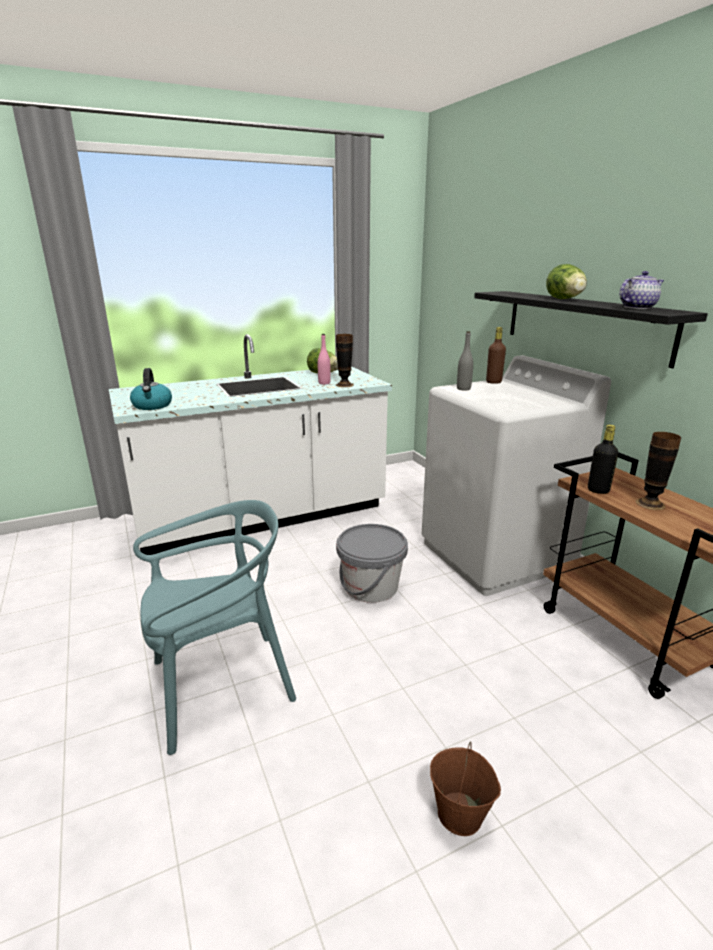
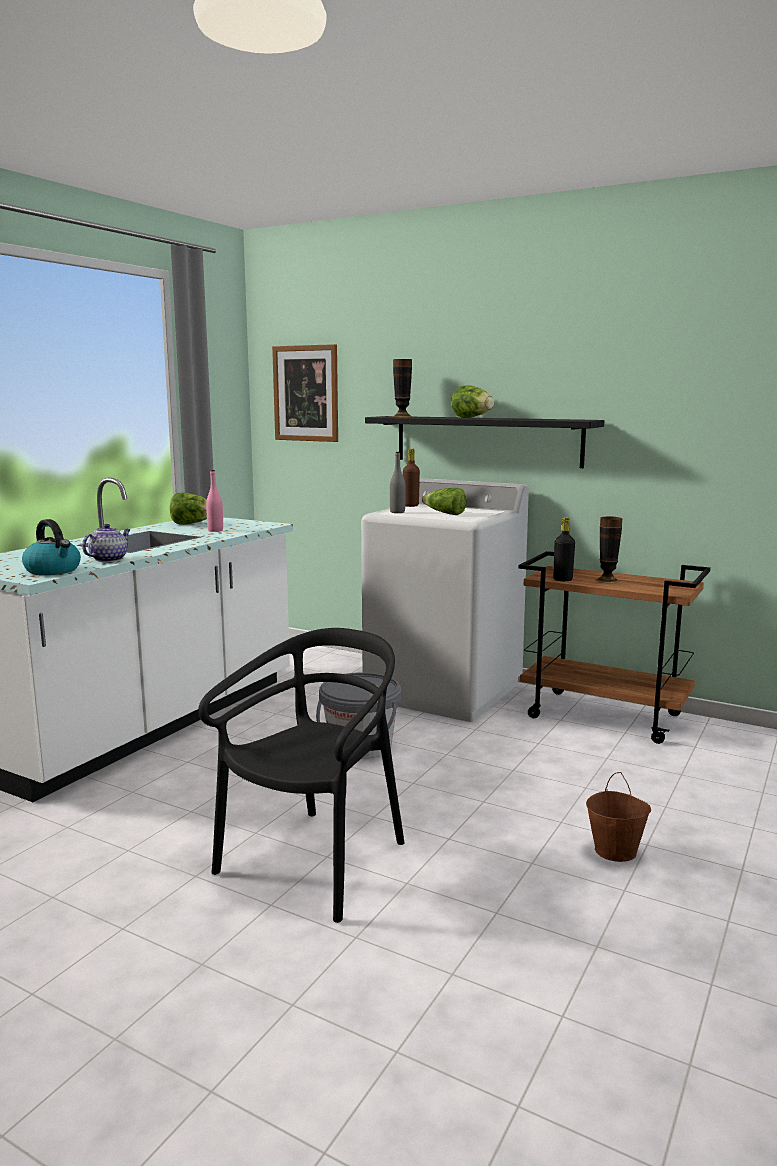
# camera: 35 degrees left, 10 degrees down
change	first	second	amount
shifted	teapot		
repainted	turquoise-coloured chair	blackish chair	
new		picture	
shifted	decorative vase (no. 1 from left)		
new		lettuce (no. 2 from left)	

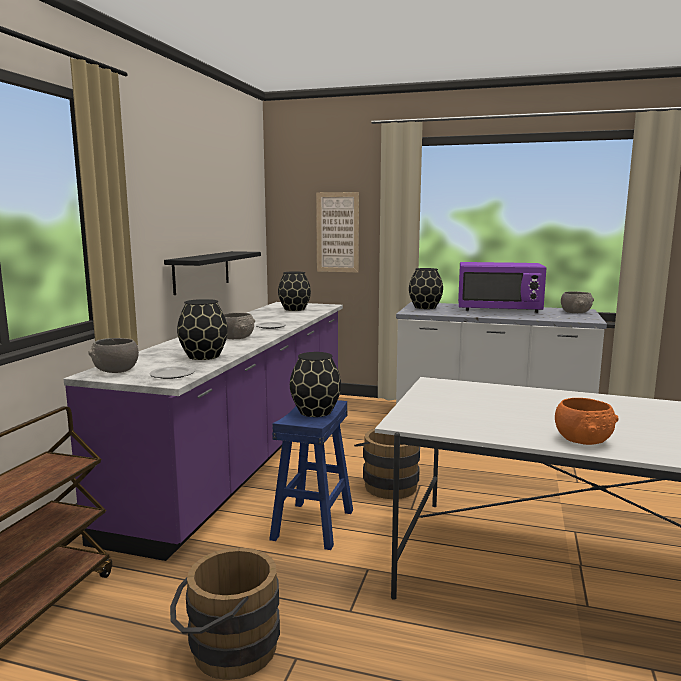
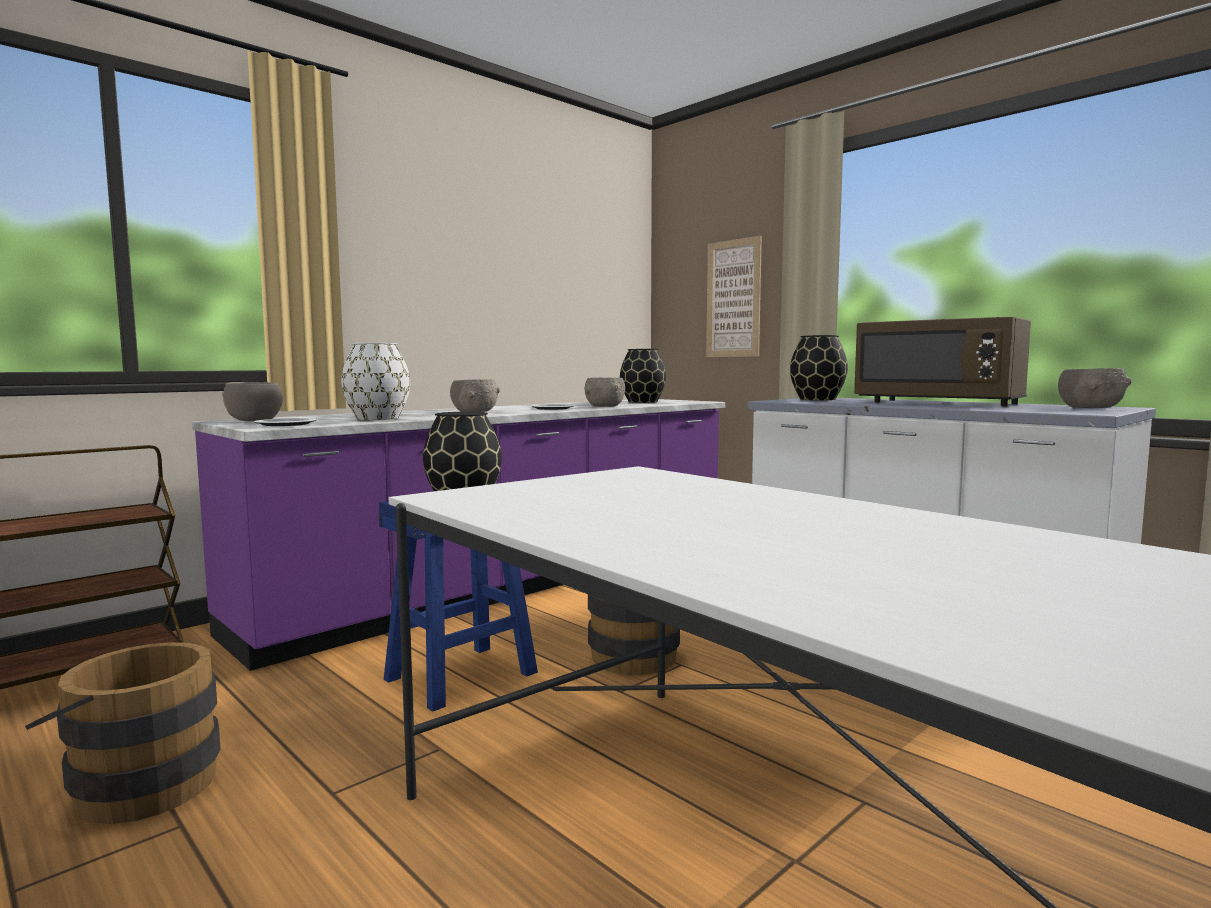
# camera: 30 degrees right, 5 degrees down
change	first	second	amount
repainted	blackish decorative vase (no. 1 from left)	white-coloured decorative vase	
new		greyish bowl (no. 3 from left)	
repainted	purple microwave	brown microwave	
gone	blackish shelf		
gone	orange-coloured bowl		

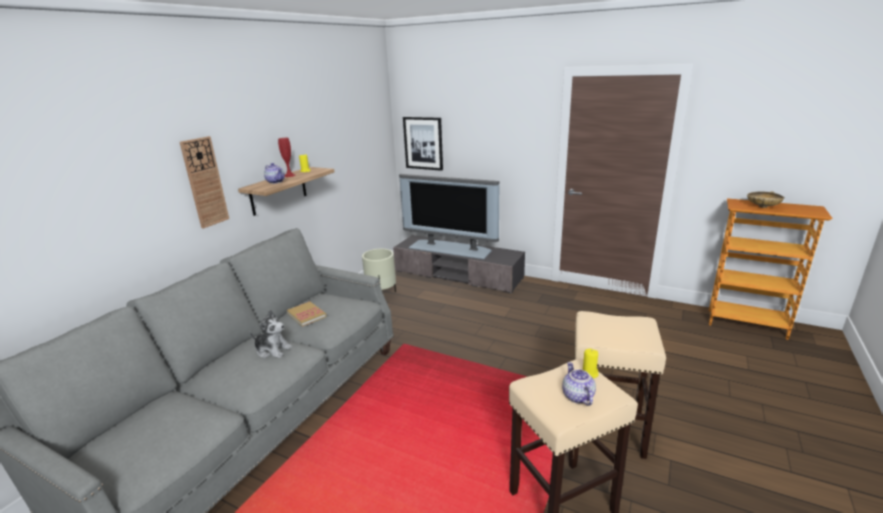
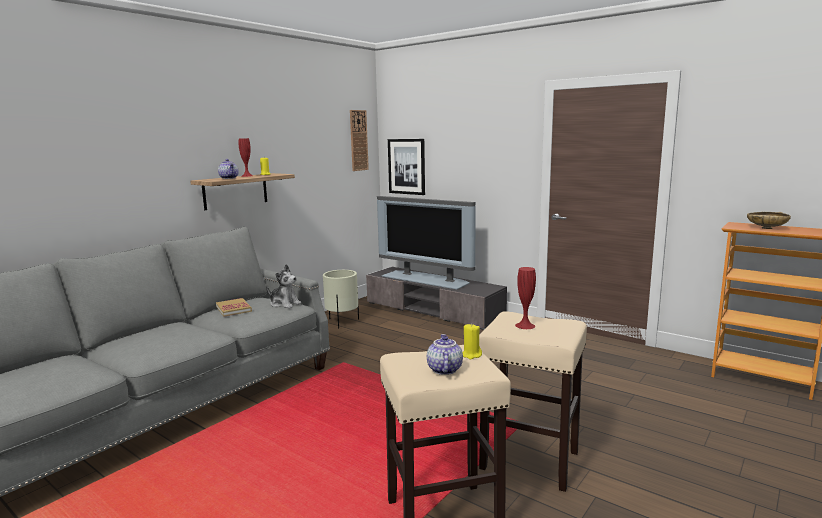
# camera: 10 degrees right, 10 degrees down
change	first	second	amount
shifted	cuddly toy		
shifted	clock on the wall		
new		red decorative vase (no. 2 from left)	

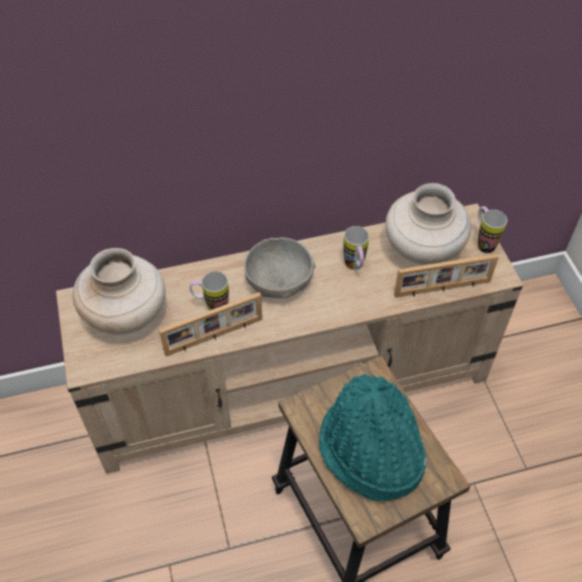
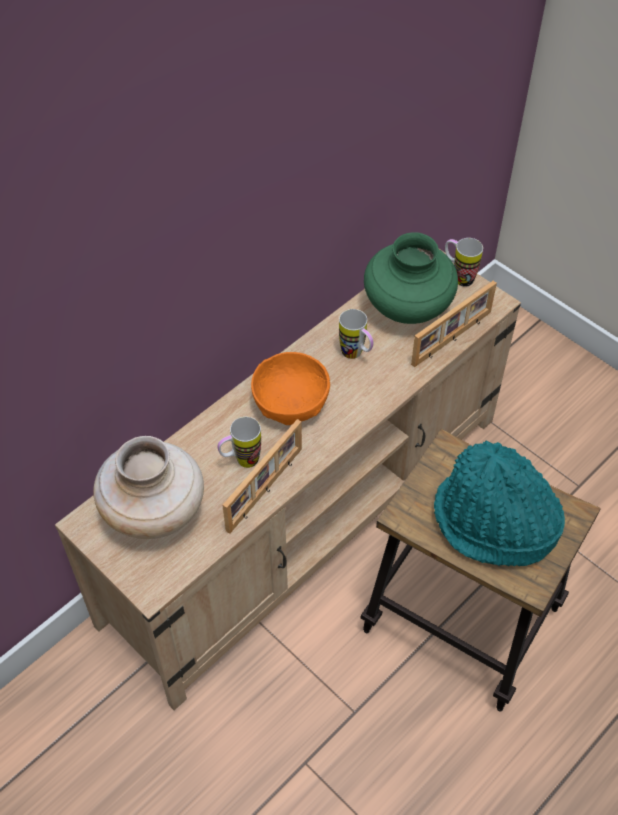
# camera: 30 degrees left, 0 degrees up
change	first	second	amount
repainted	greyish bowl	orange-coloured bowl	
repainted	beige-coloured decorative vase (no. 2 from left)	green-coloured decorative vase	

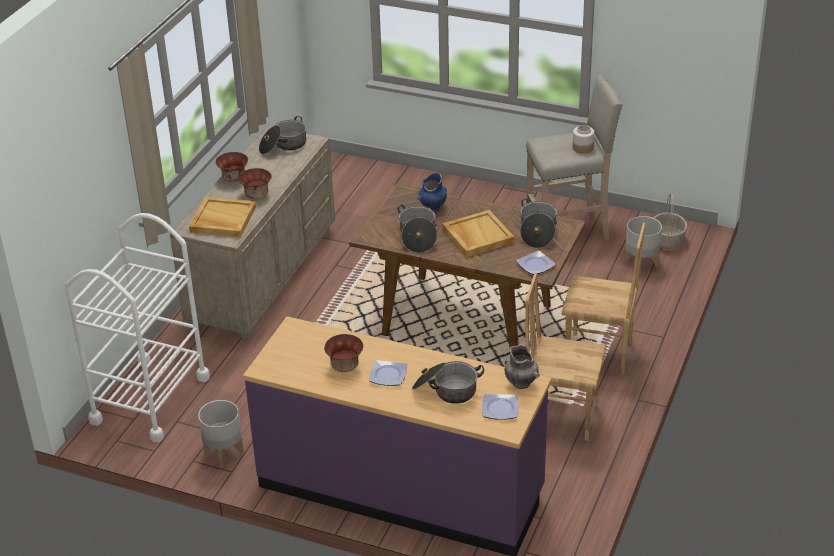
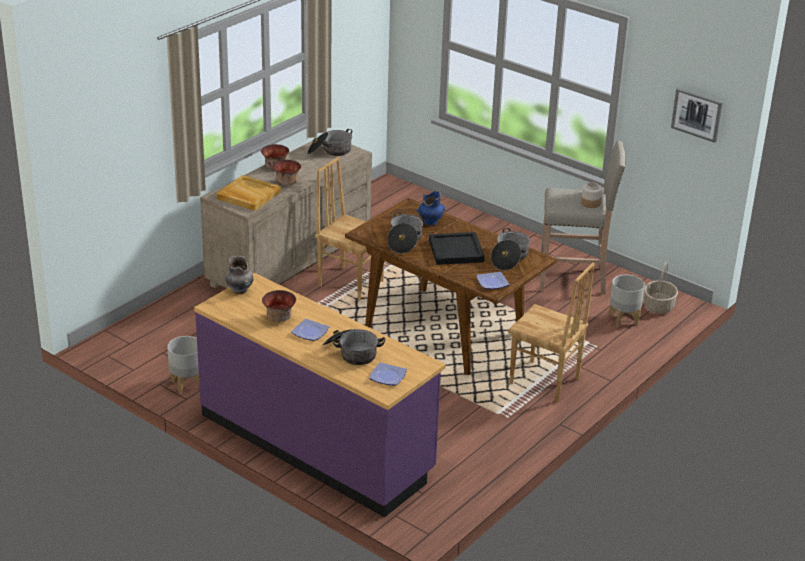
# camera: 15 degrees right, 5 degrees down
change	first	second	amount
shifted	greyish decorative vase		
shifted	brown chair (no. 1 from left)		
repainted	beige-coloured carrying tray (no. 2 from left)	blackish carrying tray	
new		picture	
gone	white-coloured trolley		

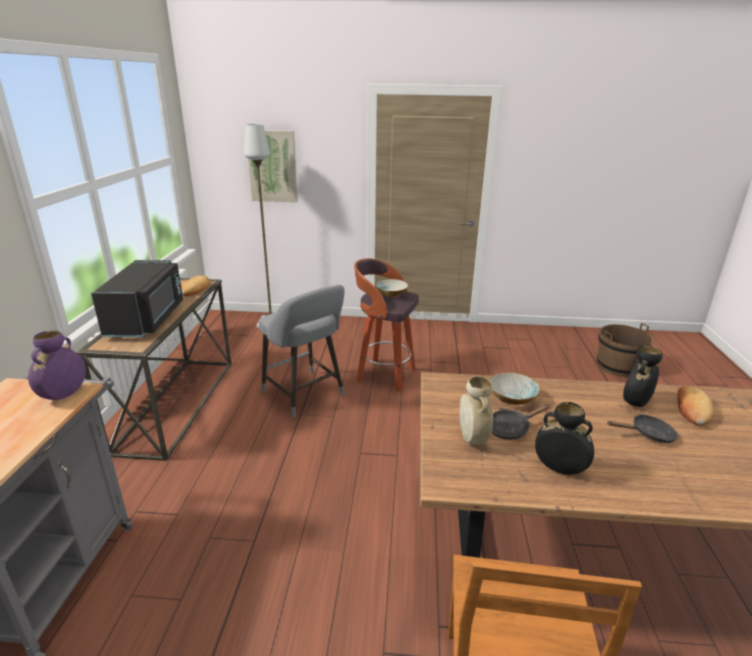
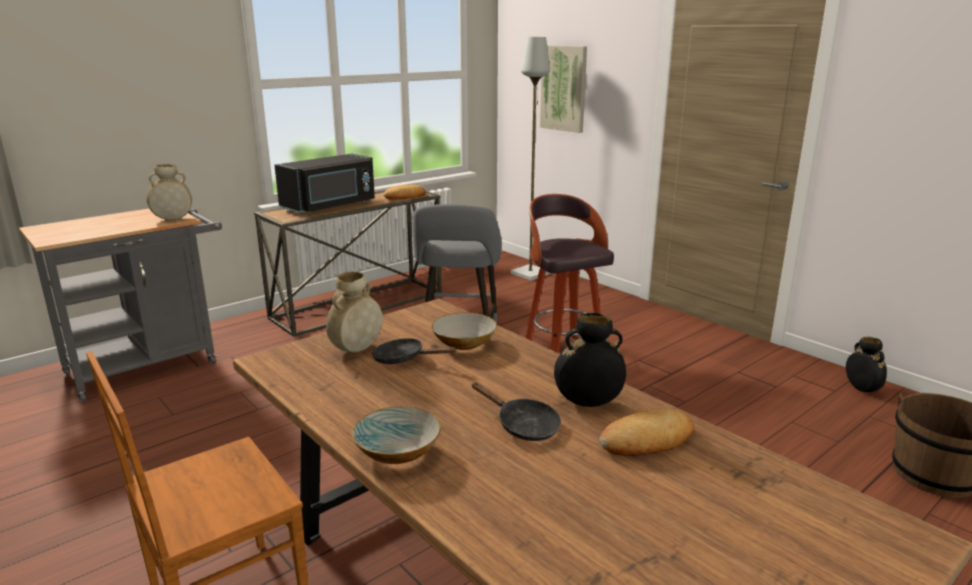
# camera: 45 degrees right, 5 degrees down
change	first	second	amount
repainted	purple decorative vase	beige-coloured decorative vase (no. 1 from left)	
shifted	bowl (no. 1 from left)		
shifted	blackish decorative vase (no. 1 from left in the first image)	blackish decorative vase (no. 2 from left)	

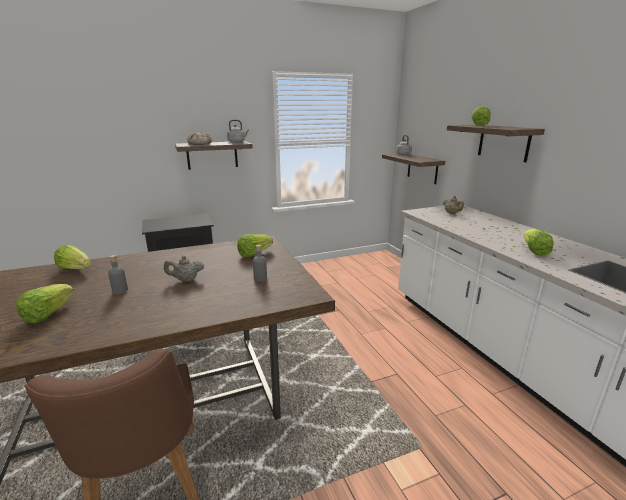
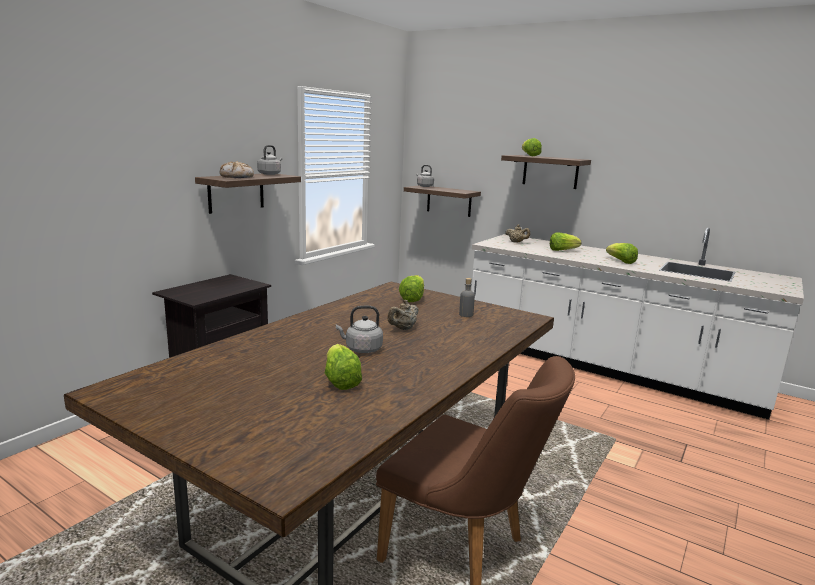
# camera: 35 degrees left, 5 degrees down
change	first	second	amount
swapped	greyish beverage bottle (no. 1 from left)	greyish tea kettle (no. 2 from left)	
shifted	lettuce (no. 2 from left in the first image)	lettuce (no. 4 from left)	

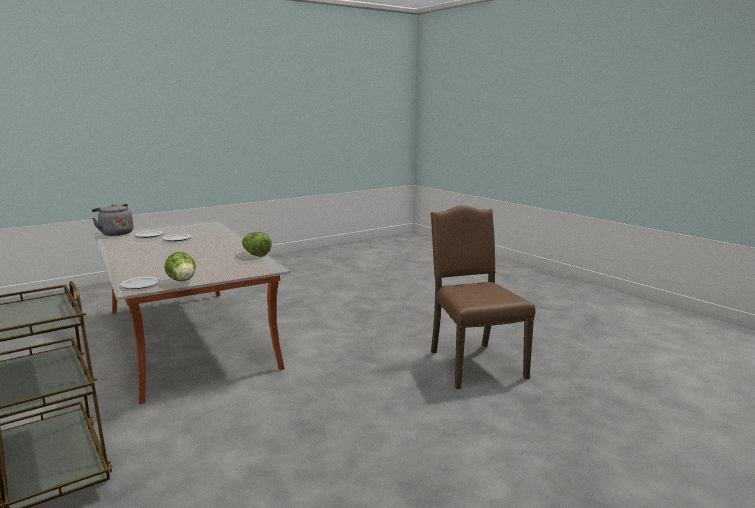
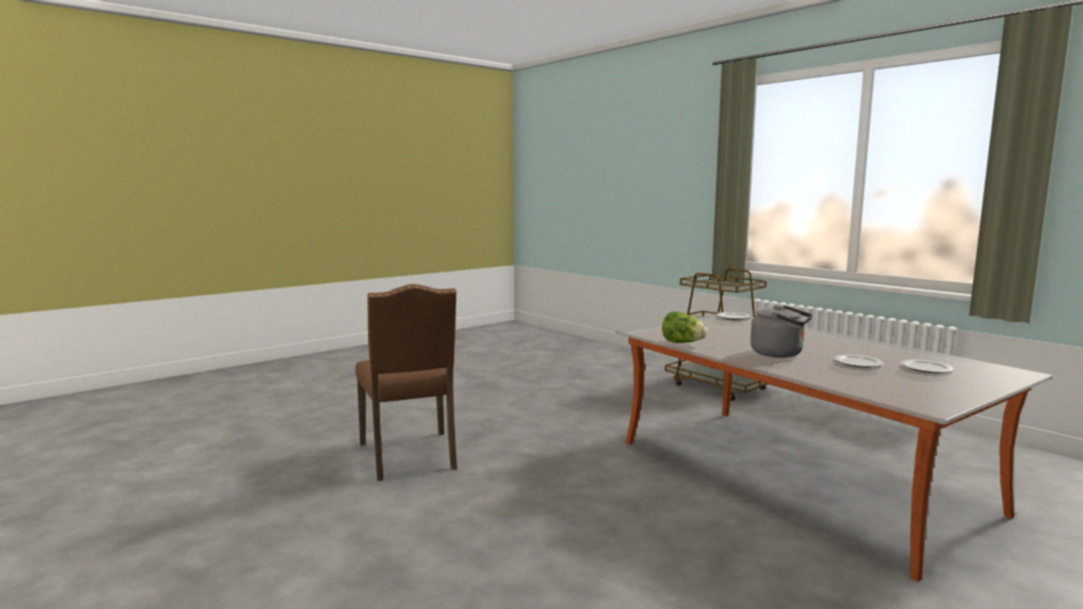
# camera: 175 degrees right, 5 degrees down
change	first	second	amount
shifted	greyish tea kettle		
gone	lettuce (no. 1 from left)		

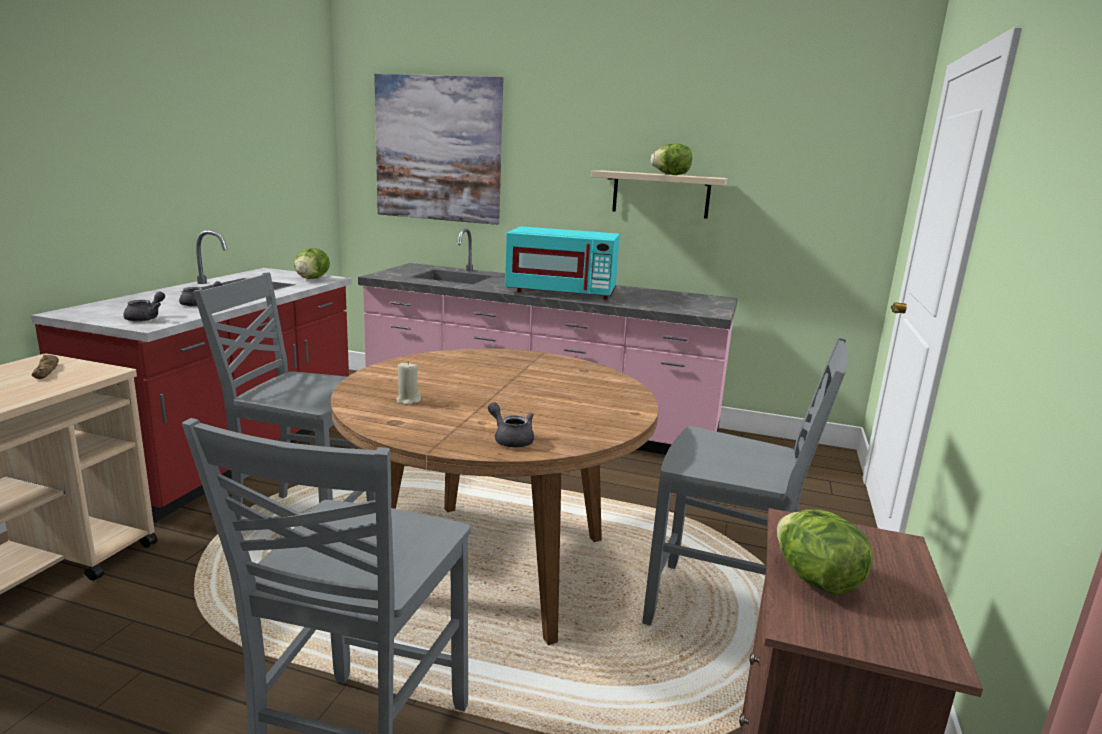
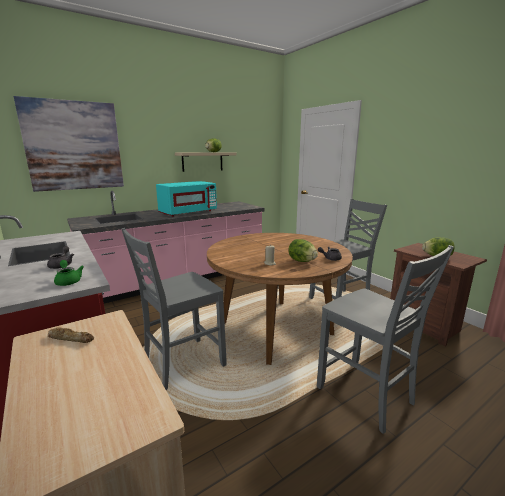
# camera: 50 degrees left, 0 degrees up
change	first	second	amount
repainted	greyish teapot (no. 1 from left)	green-coloured teapot	
shifted	lettuce (no. 1 from left in the first image)	lettuce (no. 2 from left)	

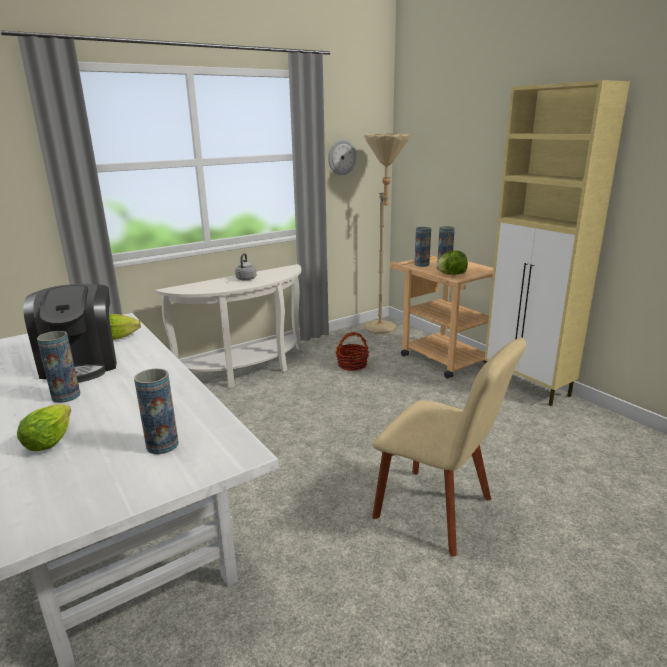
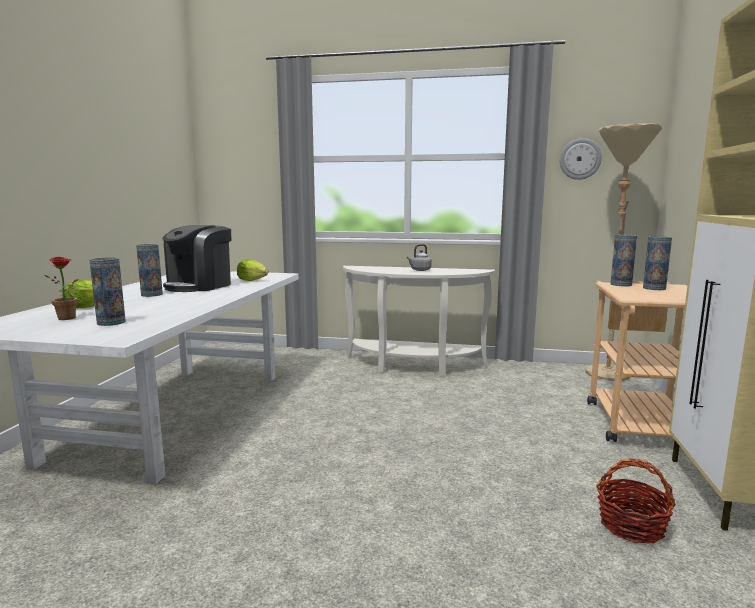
# camera: 45 degrees right, 10 degrees down
change	first	second	amount
new		houseplant	
shifted	basket		
gone	beige-coloured chair		
gone	lettuce (no. 3 from left)		

